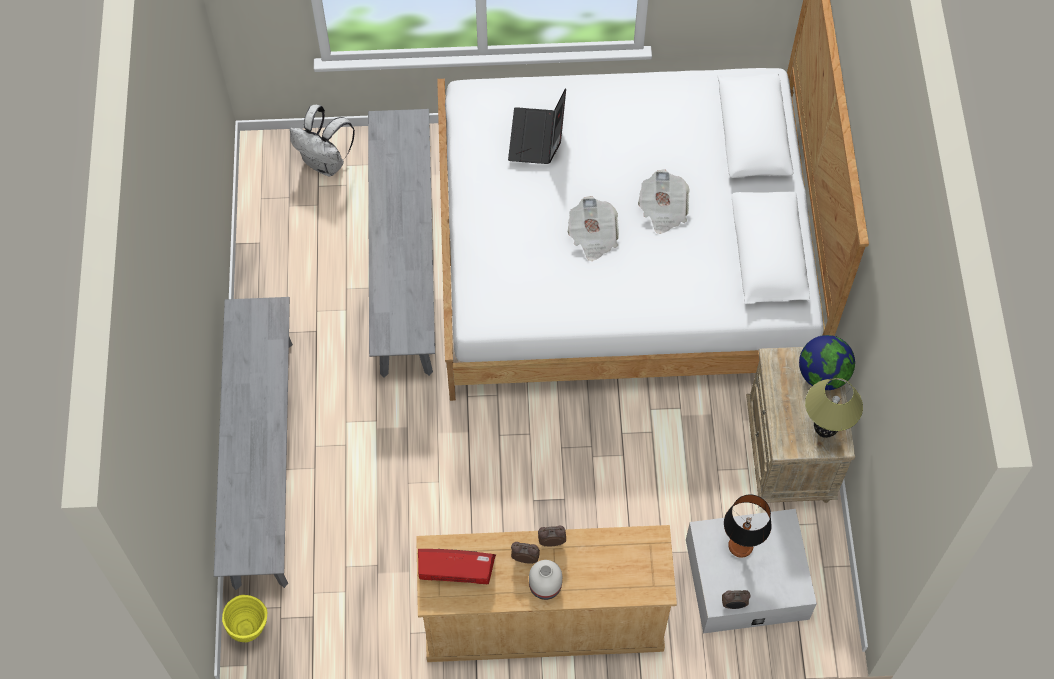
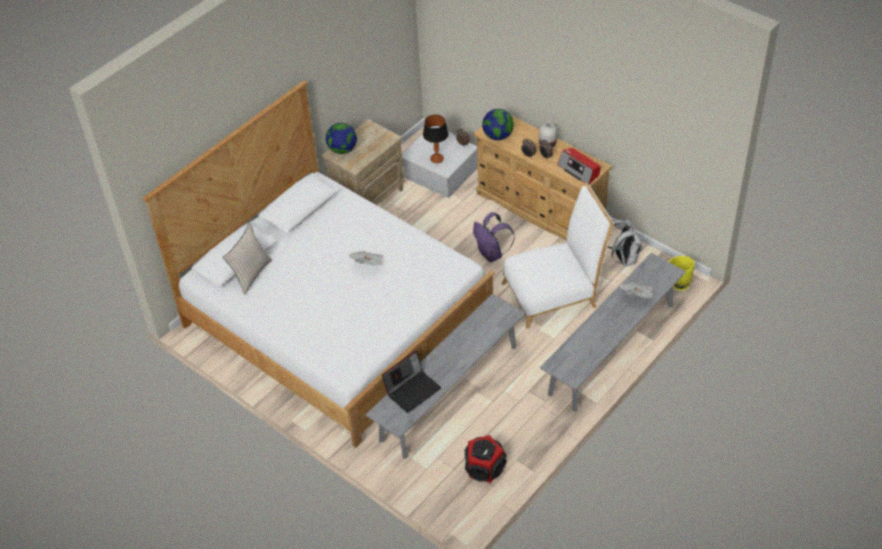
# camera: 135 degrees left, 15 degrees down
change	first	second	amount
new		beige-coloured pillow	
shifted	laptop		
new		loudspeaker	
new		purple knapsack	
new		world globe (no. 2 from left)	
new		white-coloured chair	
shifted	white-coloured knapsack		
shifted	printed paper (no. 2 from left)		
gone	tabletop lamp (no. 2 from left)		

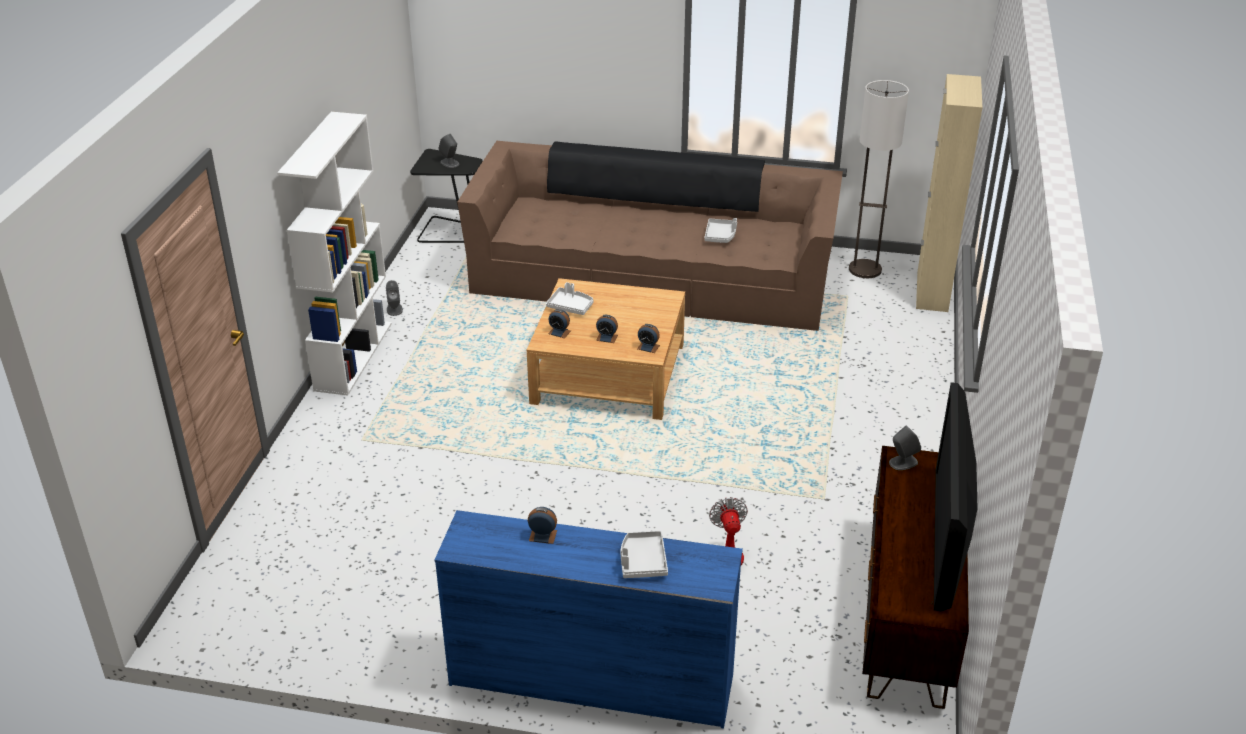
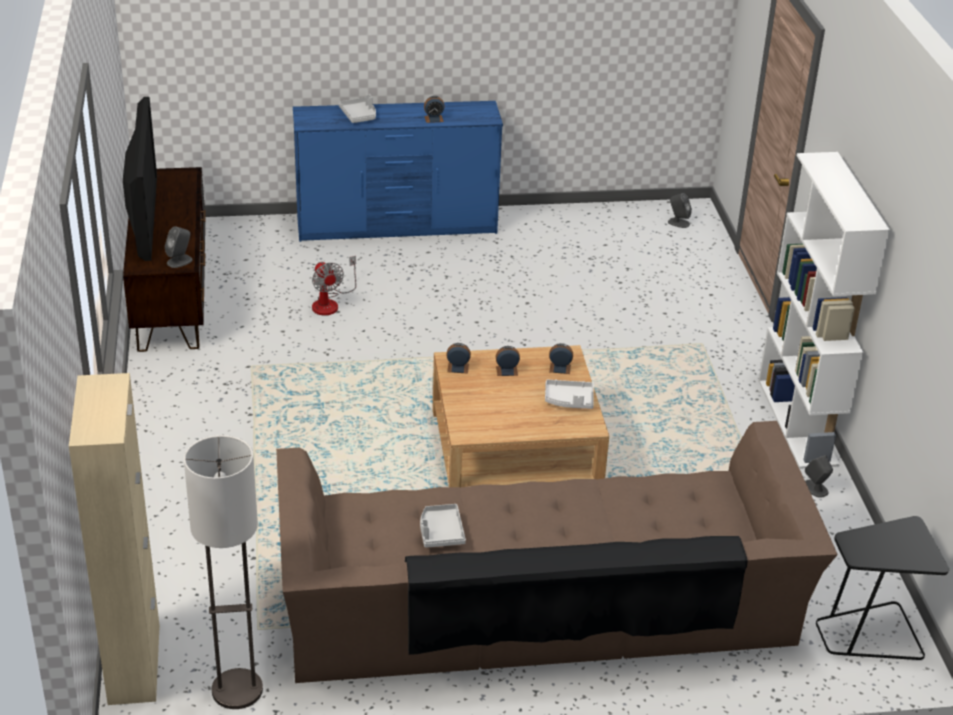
# camera: 160 degrees right, 0 degrees up
change	first	second	amount
shifted	greyish loudspeaker (no. 2 from left)		

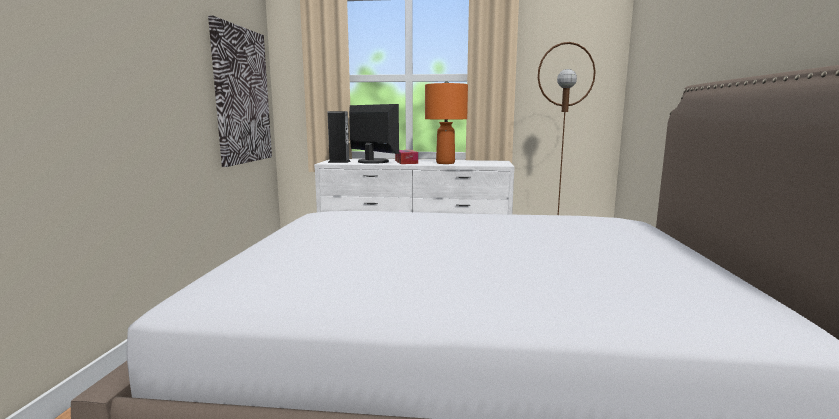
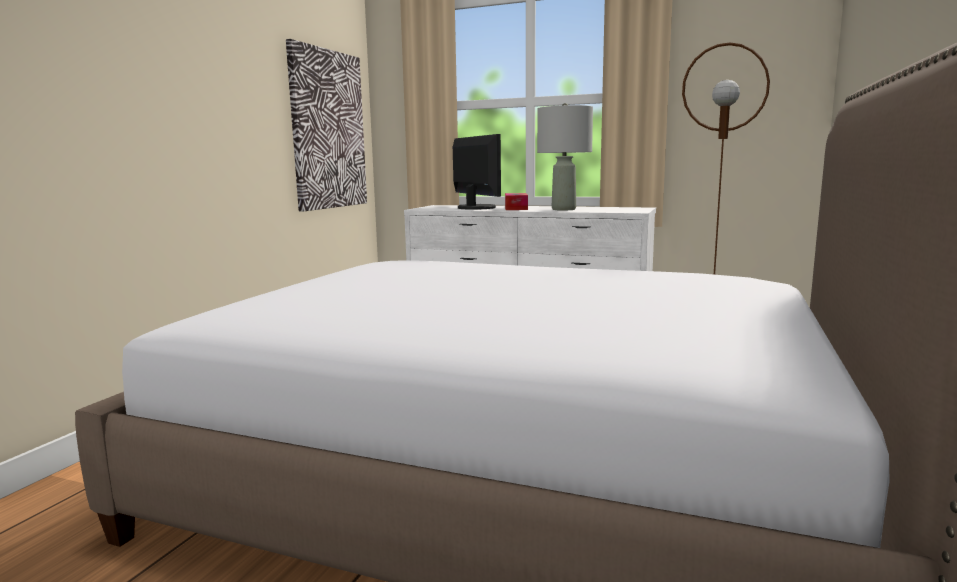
# camera: 15 degrees right, 0 degrees up
change	first	second	amount
repainted	orange-coloured tabletop lamp	greyish tabletop lamp	
gone	loudspeaker		

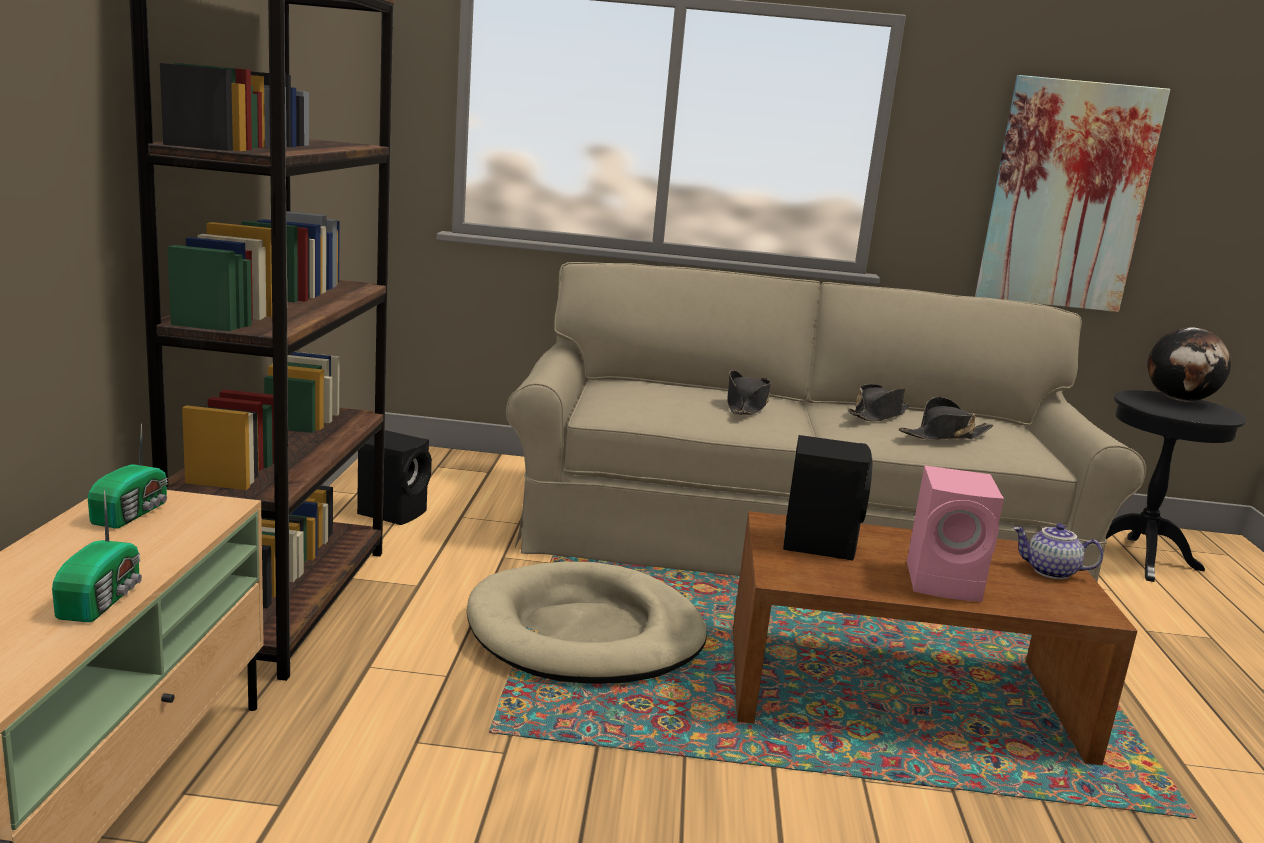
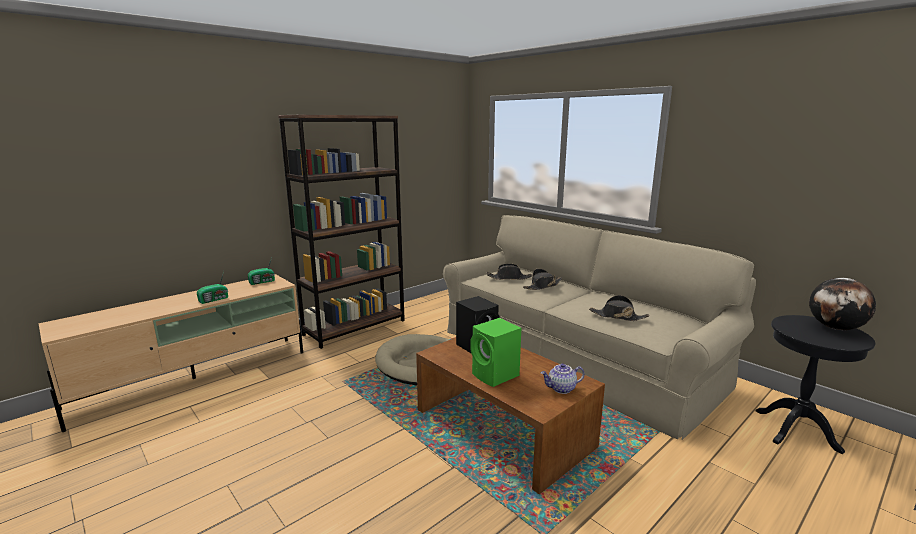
# camera: 45 degrees right, 0 degrees up
change	first	second	amount
repainted	pink-coloured loudspeaker	green-coloured loudspeaker	
shifted	blackish clothing hat (no. 2 from left in the first image)	blackish clothing hat (no. 1 from left)	
rotated	teapot		75 degrees counterclockwise
gone	blackish loudspeaker (no. 1 from left)		
gone	picture		

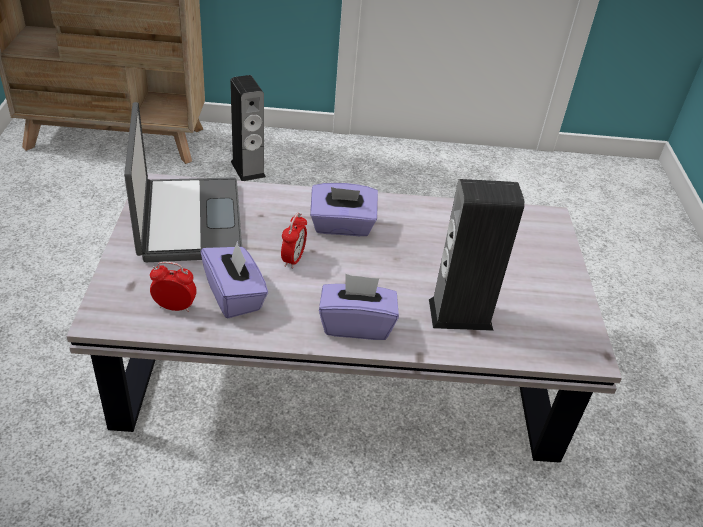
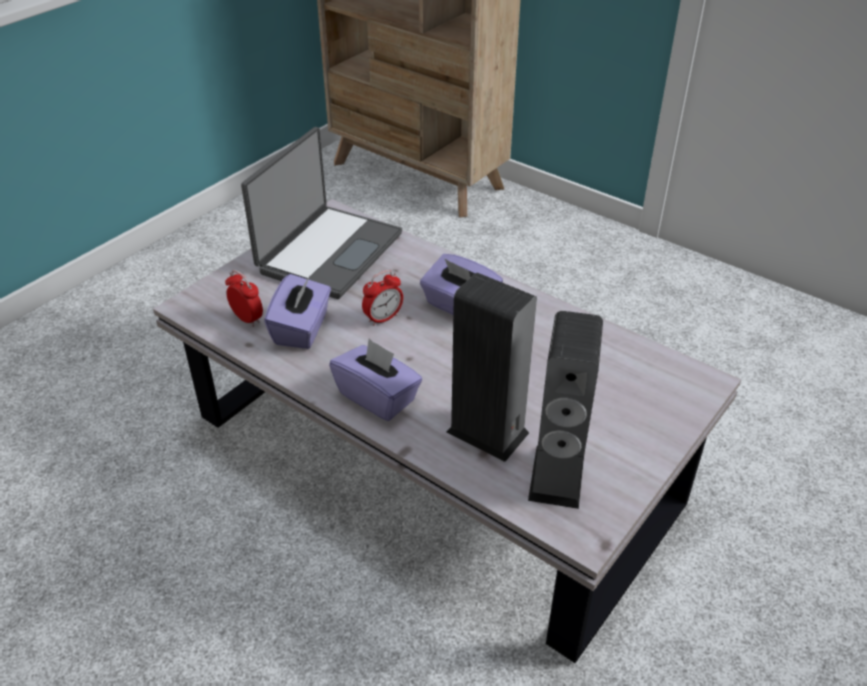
# camera: 40 degrees right, 0 degrees up
change	first	second	amount
shifted	loudspeaker (no. 1 from left in the first image)	loudspeaker (no. 2 from left)	

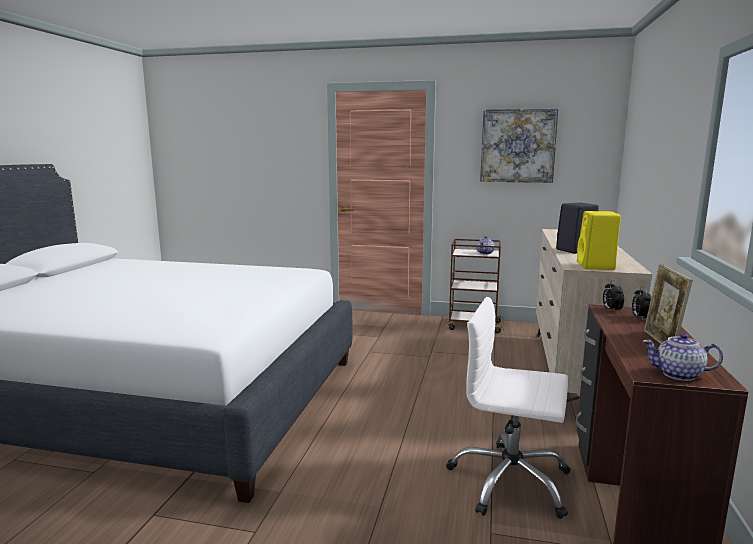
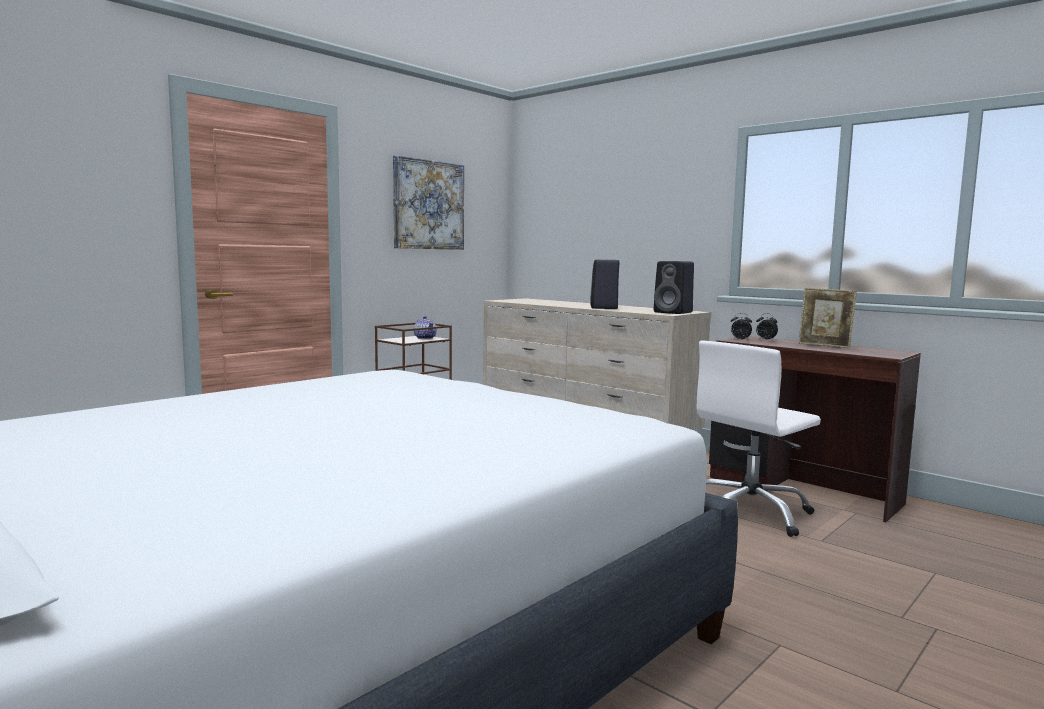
# camera: 60 degrees left, 5 degrees down
change	first	second	amount
repainted	yellowish loudspeaker	blackish loudspeaker (no. 2 from left)	
gone	teapot (no. 2 from left)		

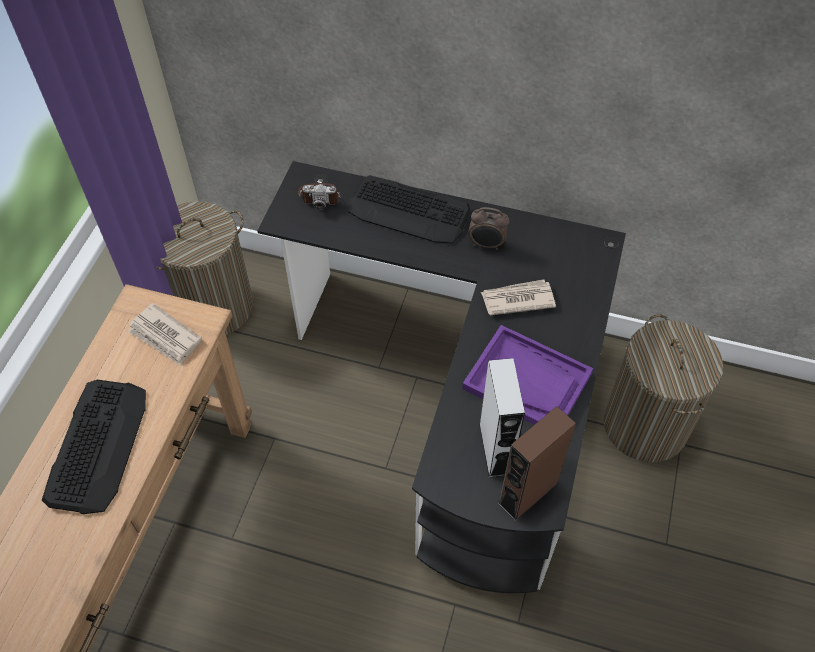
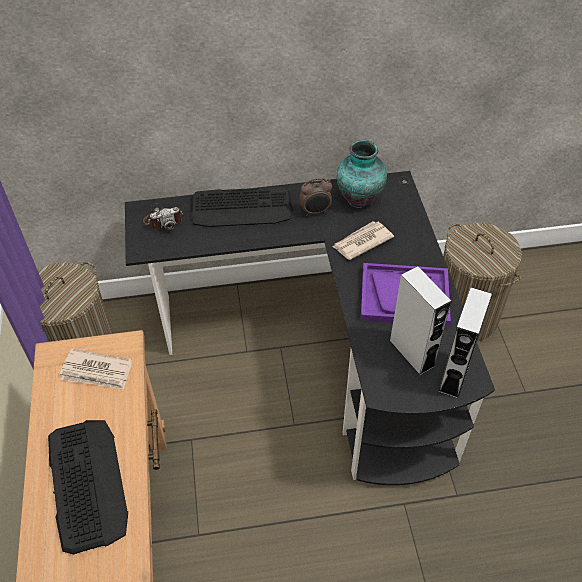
# camera: 25 degrees left, 5 degrees down
change	first	second	amount
new		decorative vase	
repainted	brown loudspeaker	greyish loudspeaker (no. 2 from left)	

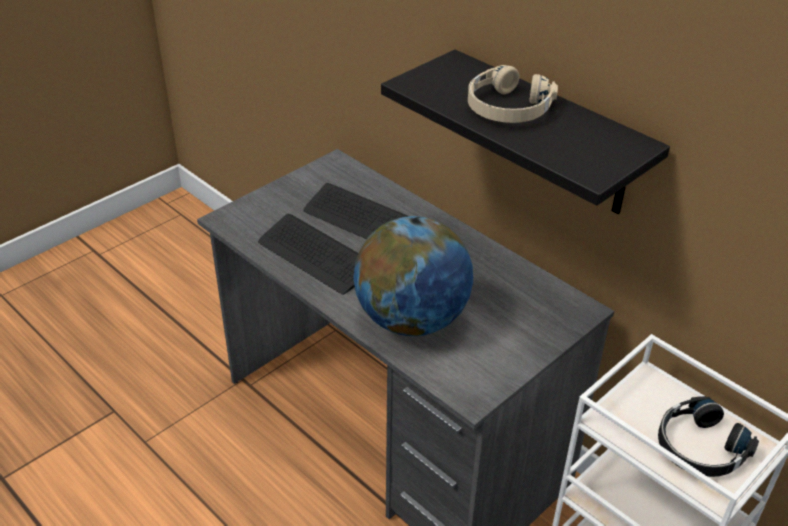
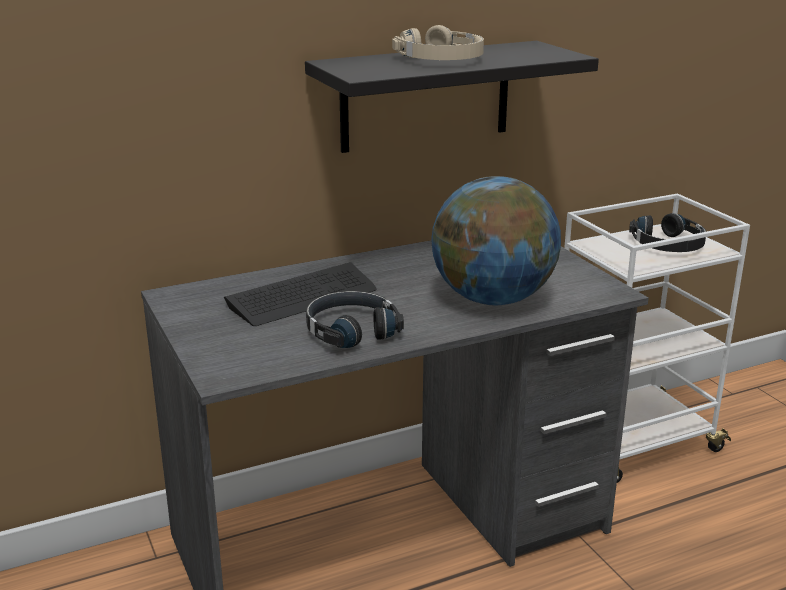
# camera: 70 degrees left, 15 degrees down
change	first	second	amount
swapped	keyboard (no. 1 from left)	blackish pair of headphones (no. 1 from left)	

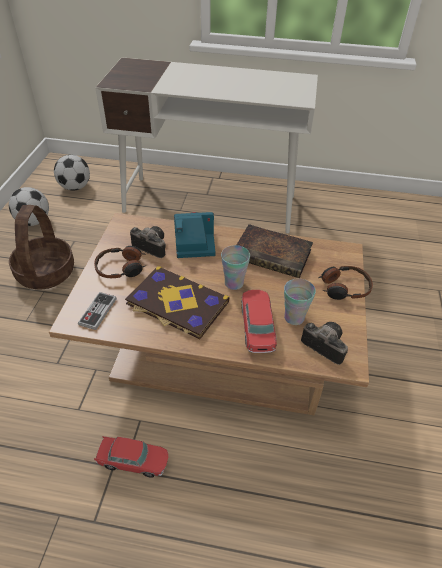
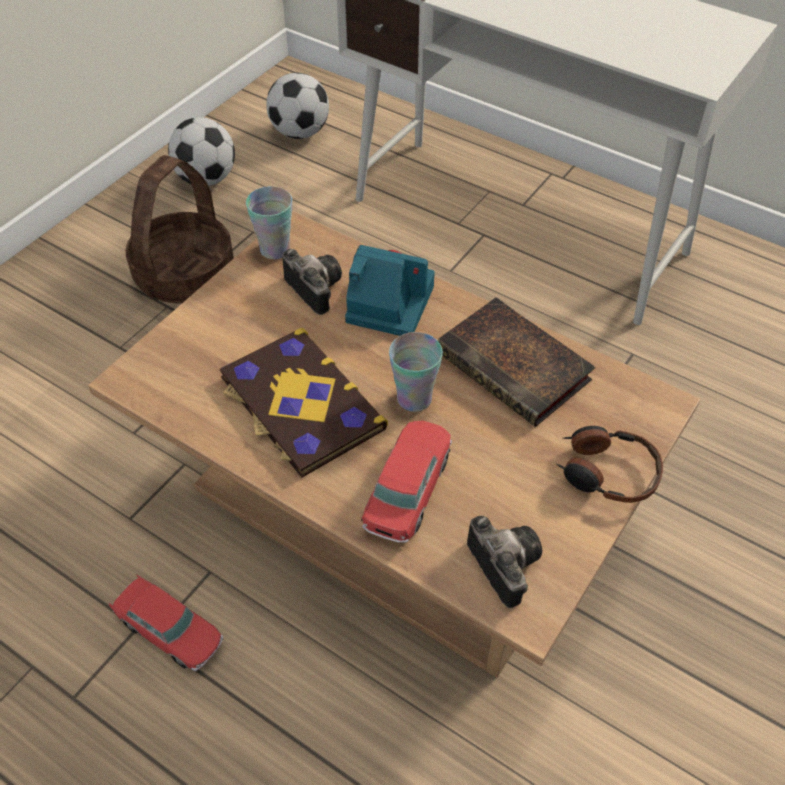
# camera: 25 degrees right, 5 degrees up
change	first	second	amount
shifted	drinking cup (no. 2 from left in the first image)	drinking cup (no. 1 from left)	
gone	game controller		
gone	pair of headphones (no. 1 from left)		

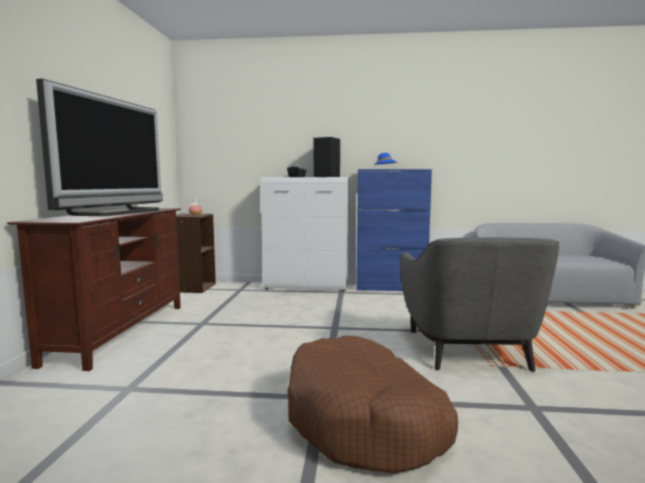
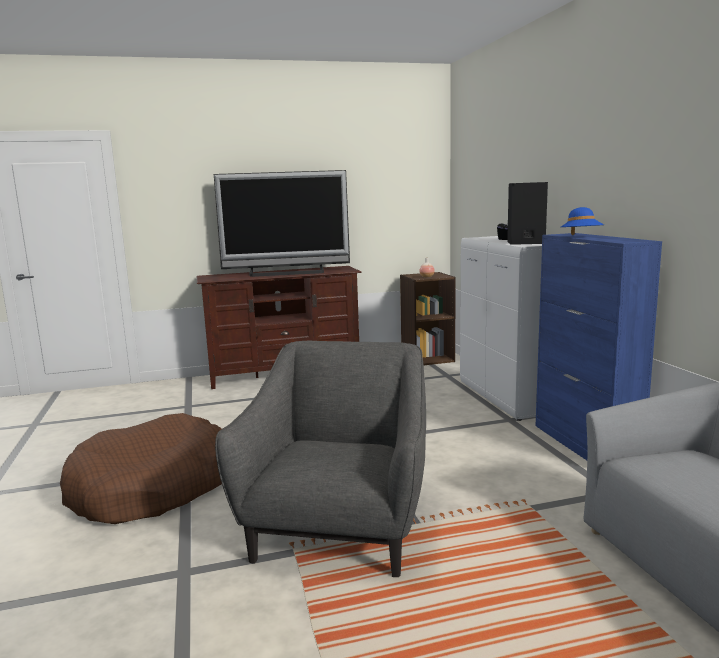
# camera: 70 degrees right, 5 degrees up
change	first	second	amount
rotated	greyish armchair		120 degrees clockwise

